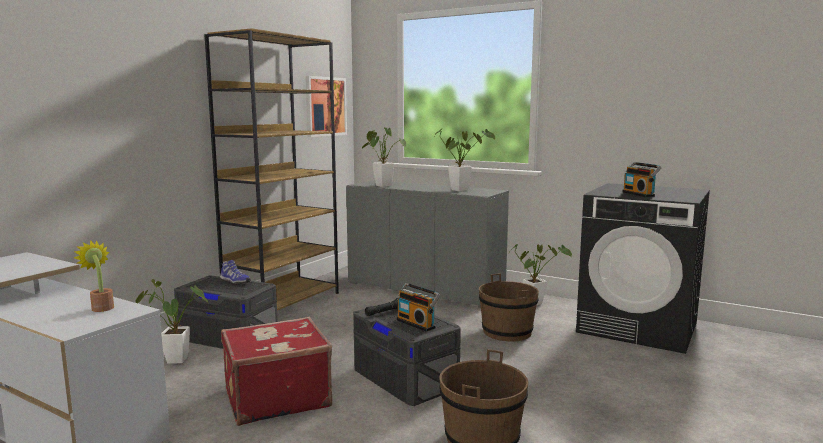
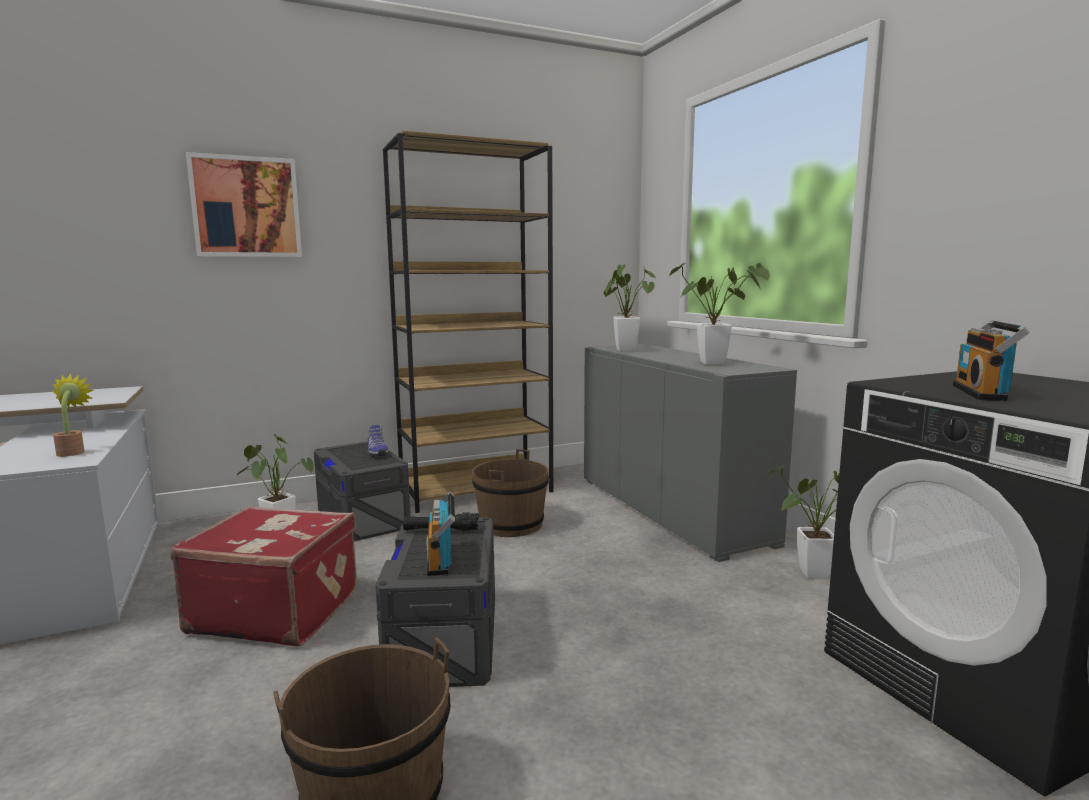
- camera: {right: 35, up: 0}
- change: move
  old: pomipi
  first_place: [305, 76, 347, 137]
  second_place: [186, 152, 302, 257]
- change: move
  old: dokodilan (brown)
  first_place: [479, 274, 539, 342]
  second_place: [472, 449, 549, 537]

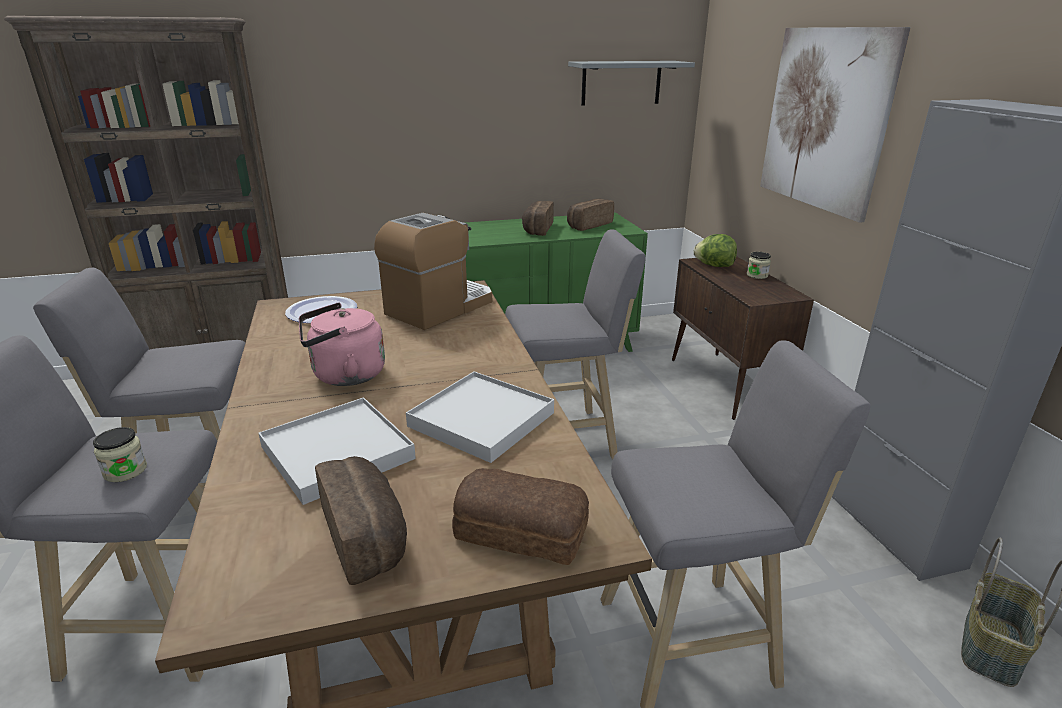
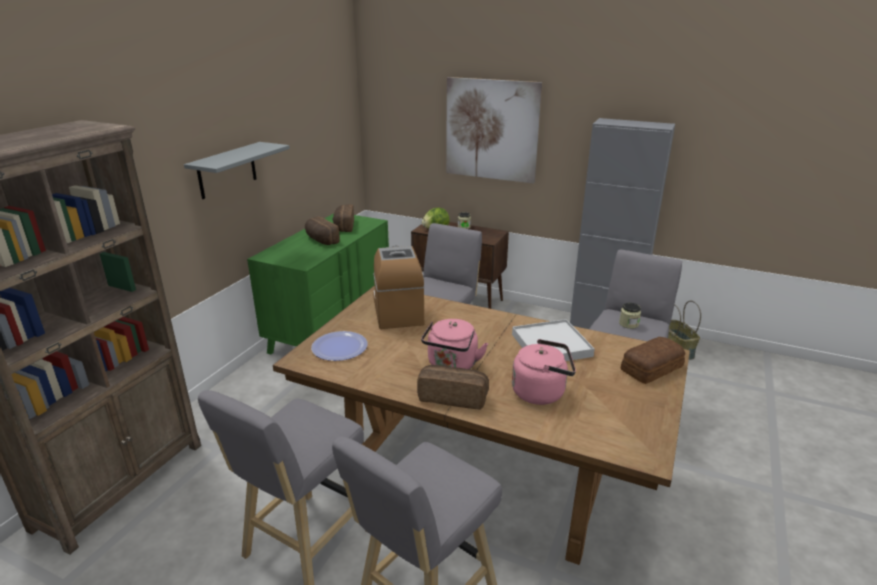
- camera: {right: -50, up: 0}
- change: move
  old: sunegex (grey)
  first_place: [568, 61, 695, 106]
  second_place: [184, 142, 290, 199]
- change: replace
  old: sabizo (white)
  new: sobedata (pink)
  first_place: [258, 397, 416, 505]
  second_place: [512, 339, 576, 405]
- change: move
  old: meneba
  first_place: [93, 427, 147, 482]
  second_place: [619, 303, 641, 329]
- change: move
  old: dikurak
  first_place: [315, 456, 407, 585]
  second_place: [417, 365, 489, 410]

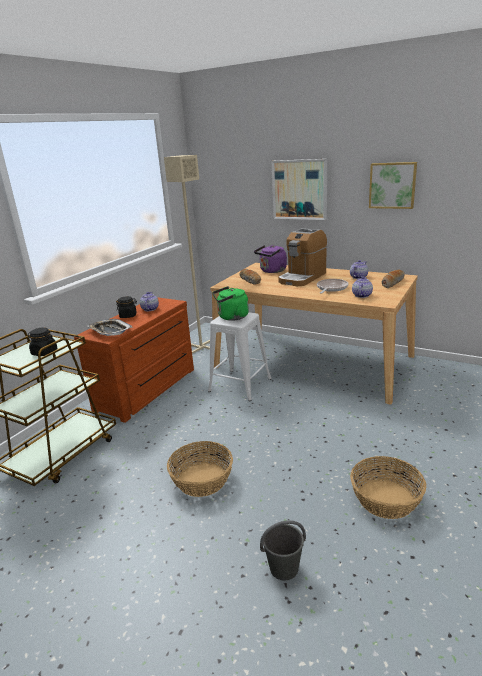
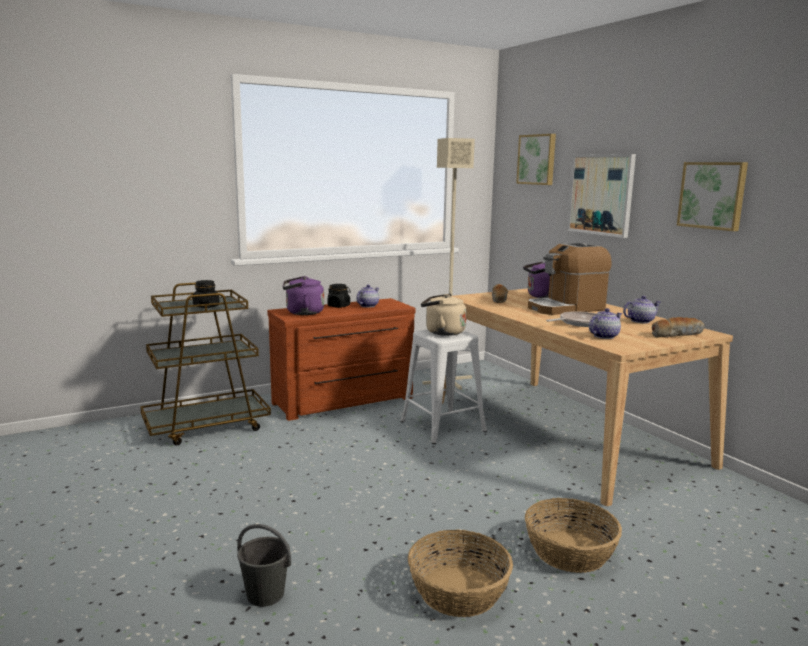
- camera: {right: 30, up: -10}
- change: recolor
  old: sobedata (green)
  new: sobedata (beige)
  first_place: [212, 286, 249, 321]
  second_place: [421, 294, 466, 336]
- change: replace
  old: sabizo
  new: sobedata (purple)
  first_place: [88, 319, 133, 336]
  second_place: [283, 276, 324, 315]
- change: move
  old: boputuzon
  first_place: [167, 441, 233, 497]
  second_place: [525, 498, 622, 573]
- change: insert
  new: pomipi
  second_place: [516, 134, 556, 185]

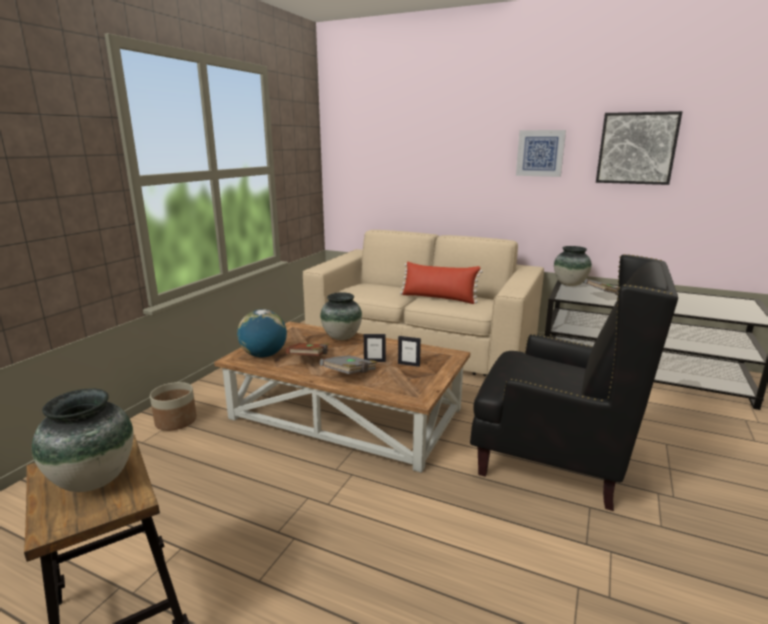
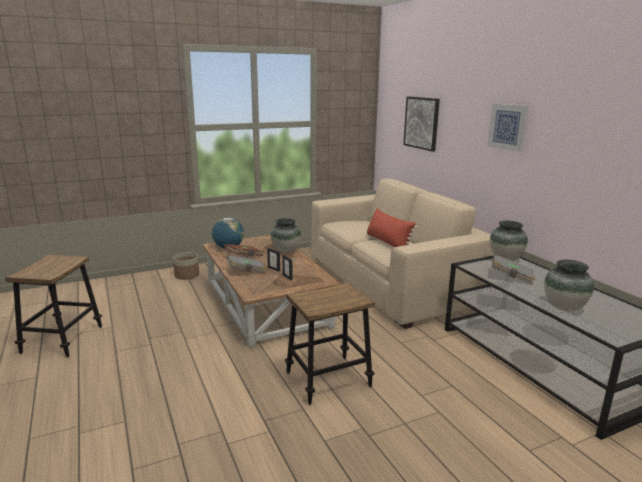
- camera: {right: 40, up: 0}
- change: move
  old: pomipi
  first_place: [596, 111, 682, 185]
  second_place: [403, 97, 440, 152]
- change: replace
  old: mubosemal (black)
  new: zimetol
  first_place: [470, 254, 678, 511]
  second_place: [285, 282, 375, 405]
- change: move
  old: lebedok
  first_place: [32, 388, 133, 492]
  second_place: [544, 260, 594, 311]

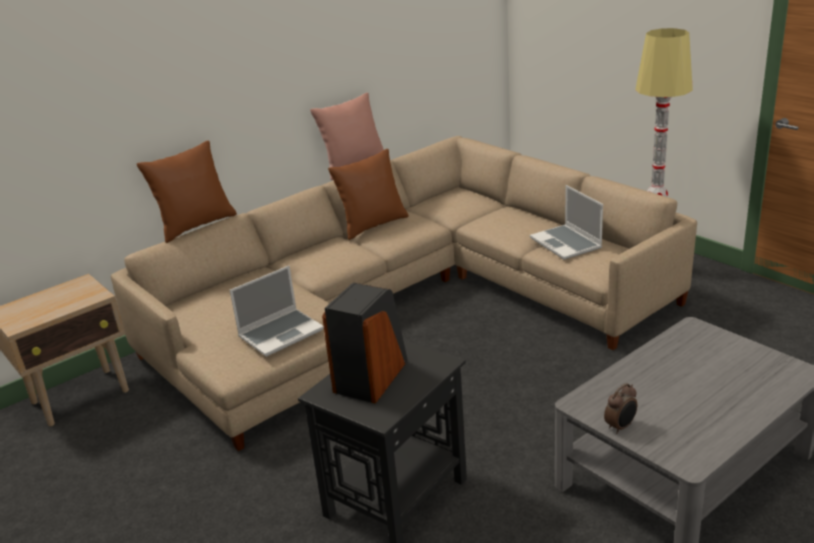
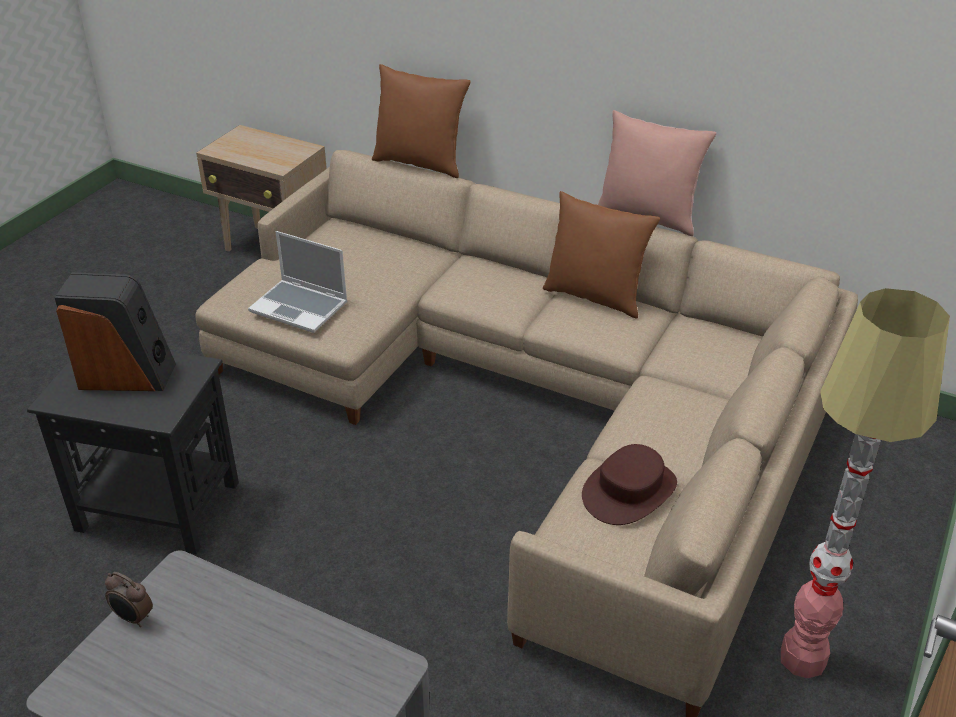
- camera: {right: 65, up: 10}
- change: replace
  old: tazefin
  new: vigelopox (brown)
  first_place: [530, 185, 603, 260]
  second_place: [582, 444, 677, 525]

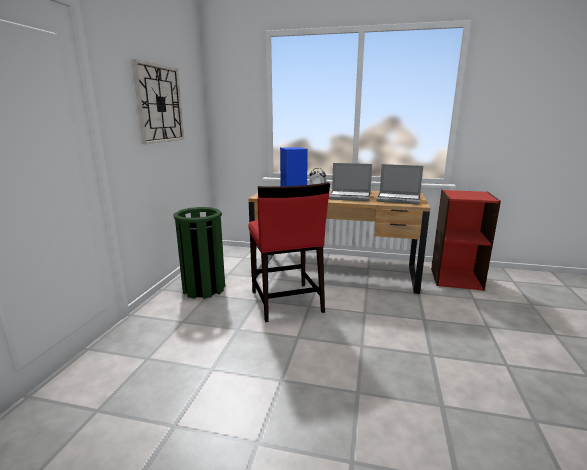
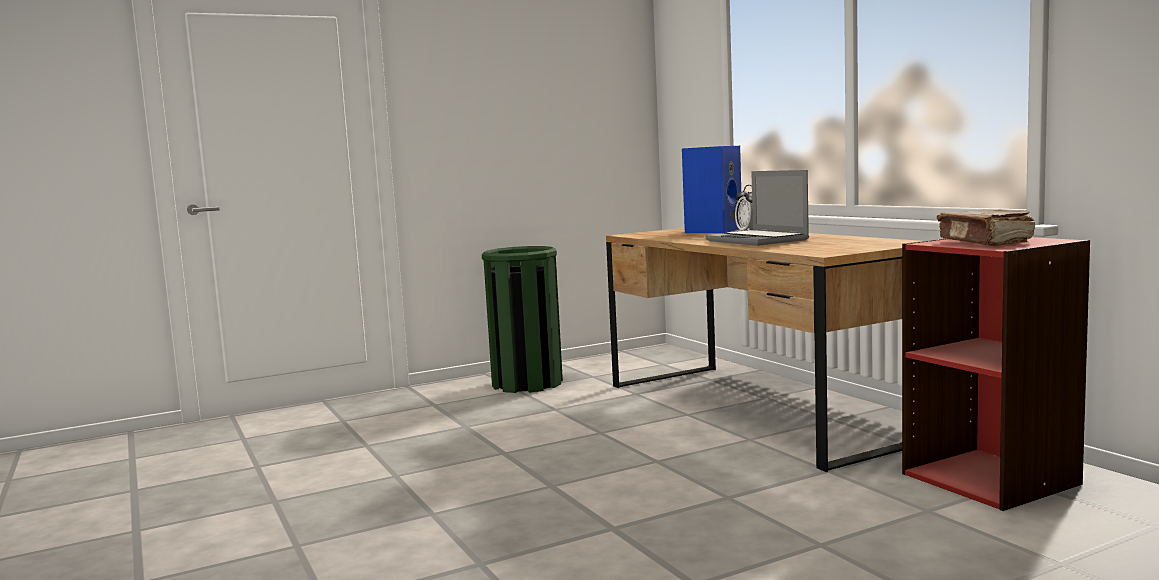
- camera: {right: 50, up: -10}
- change: delete
  old: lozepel
  first_place: [132, 59, 184, 144]
- change: delete
  old: tazefin
  first_place: [376, 164, 423, 205]
- change: delete
  old: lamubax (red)
  first_place: [248, 182, 330, 322]
- change: insert
  new: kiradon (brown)
  second_place: [937, 210, 1035, 246]

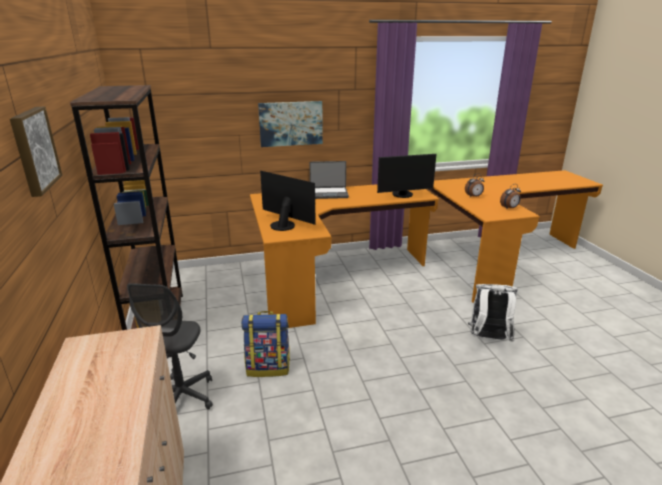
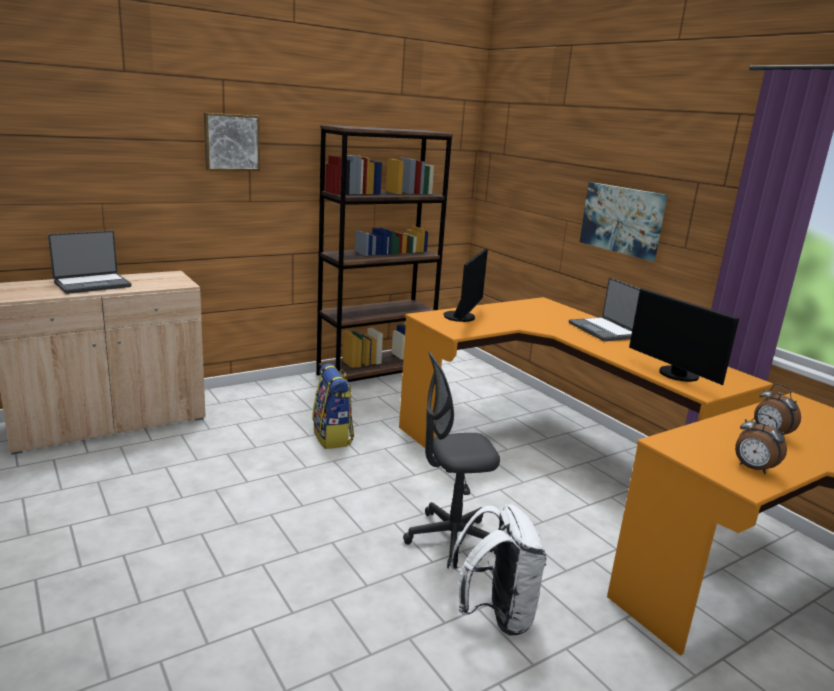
- camera: {right: 70, up: -5}
- change: move
  old: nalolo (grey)
  first_place: [127, 283, 213, 410]
  second_place: [403, 351, 500, 569]
- change: insert
  new: tazefin
  second_place: [48, 230, 131, 294]

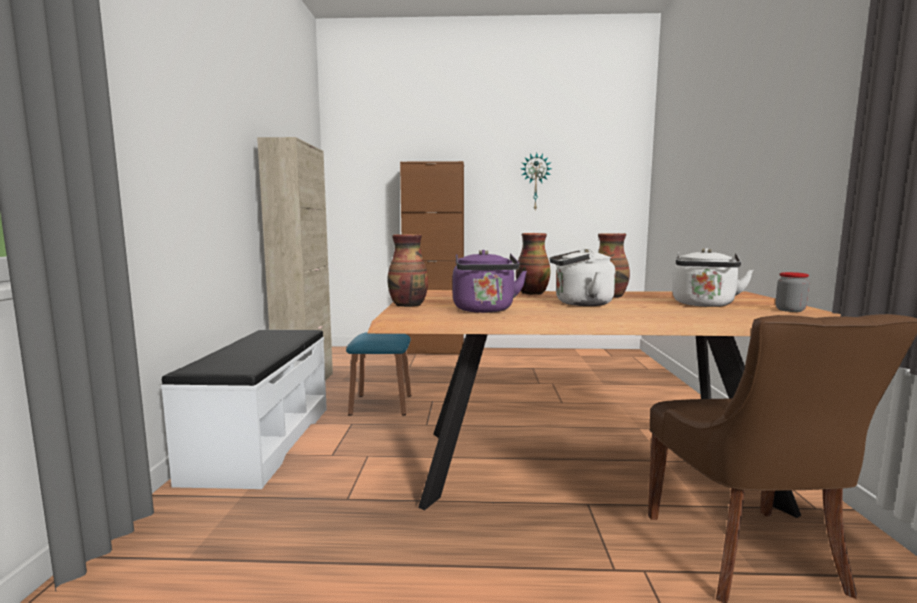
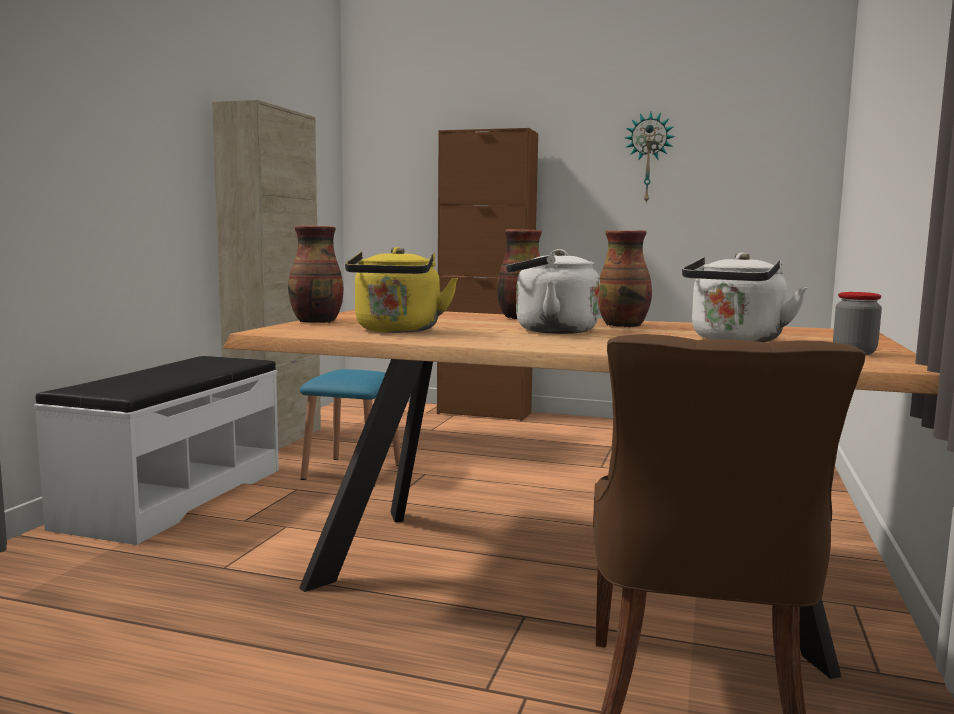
- camera: {right: 15, up: 0}
- change: recolor
  old: sobedata (purple)
  new: sobedata (yellow)
  first_place: [453, 250, 527, 313]
  second_place: [345, 247, 458, 333]

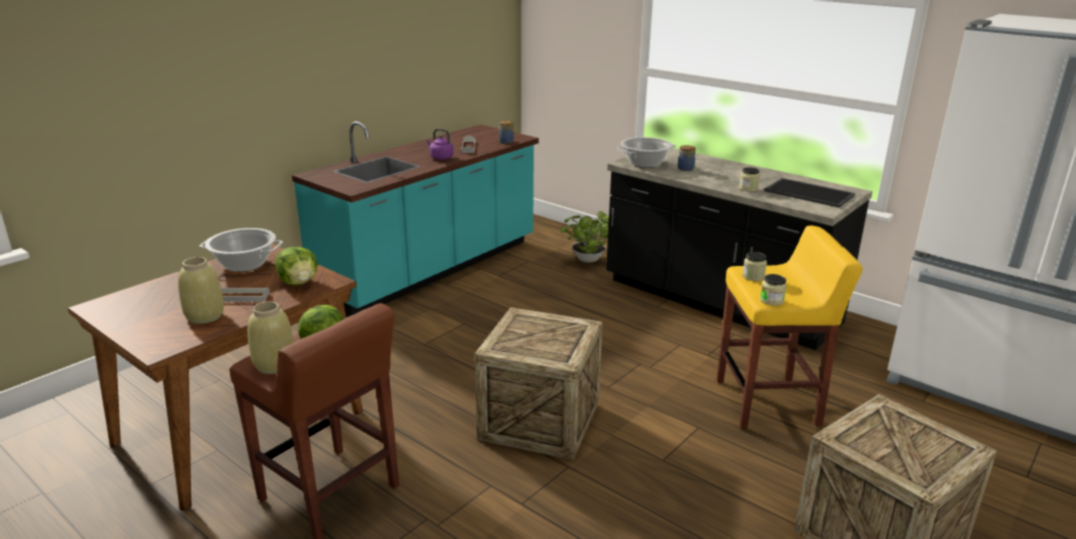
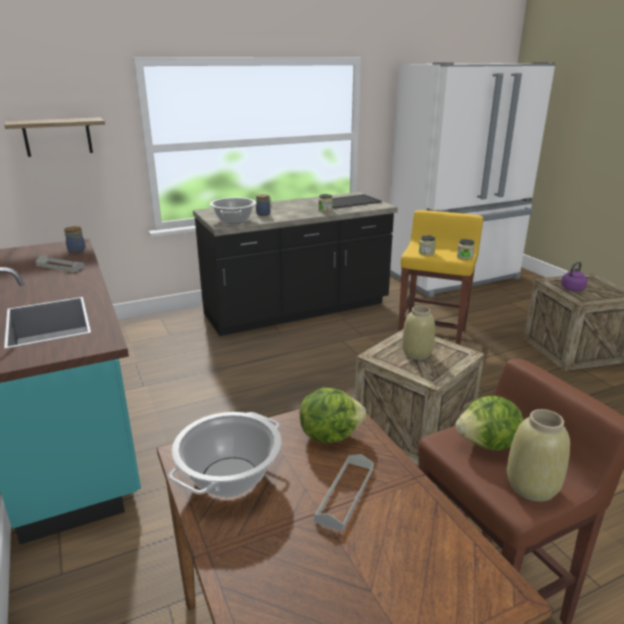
- camera: {right: -65, up: 0}
- change: move
  old: sobedata (purple)
  first_place: [426, 129, 454, 160]
  second_place: [561, 262, 587, 292]
- change: delete
  old: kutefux
  first_place: [560, 211, 609, 263]
- change: move
  old: lebedok (beige)
  first_place: [178, 257, 224, 324]
  second_place: [402, 306, 435, 360]
- change: insert
  new: sunegex
  second_place: [4, 117, 105, 157]

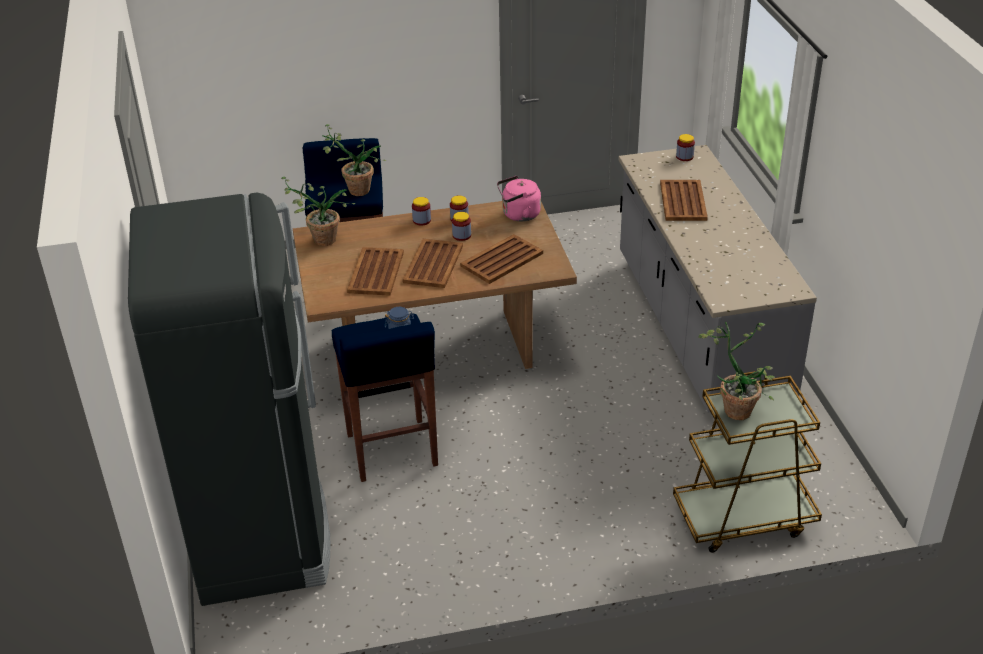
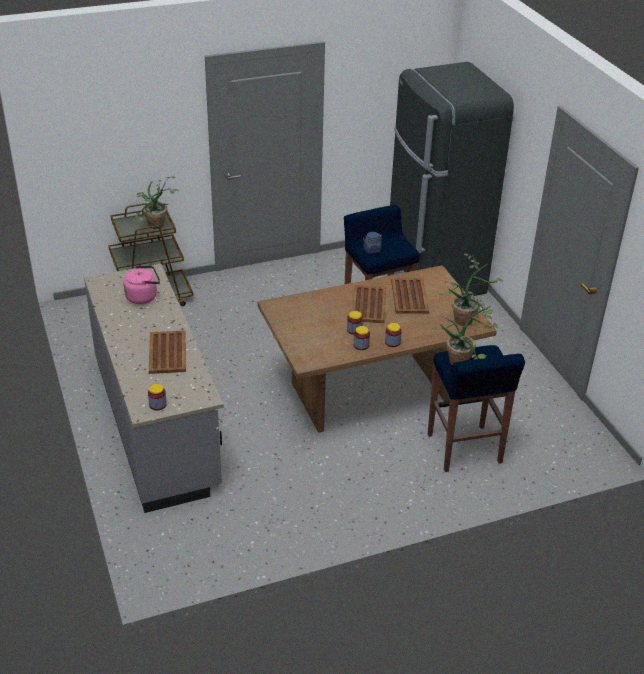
- camera: {right: 170, up: 0}
- change: move
  old: sobedata (pink)
  first_place: [497, 176, 541, 221]
  second_place: [124, 266, 160, 304]
- change: delete
  old: sabizo (brown)
  first_place: [460, 234, 543, 284]

